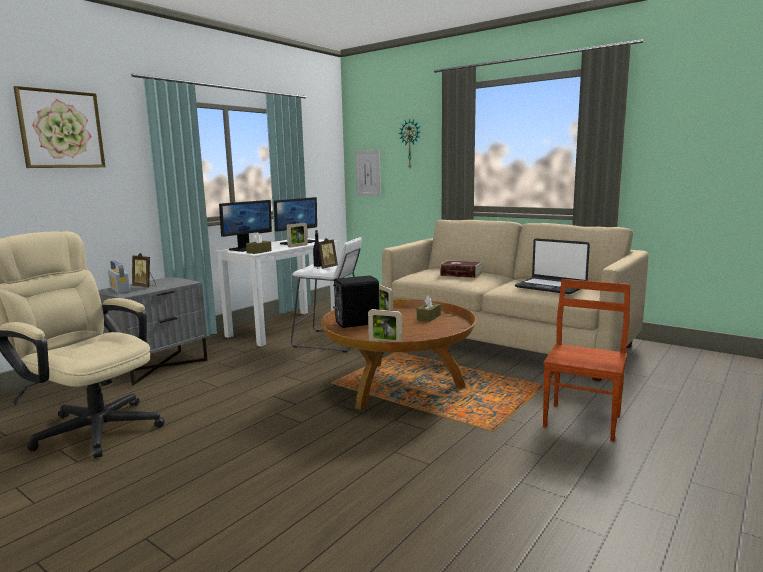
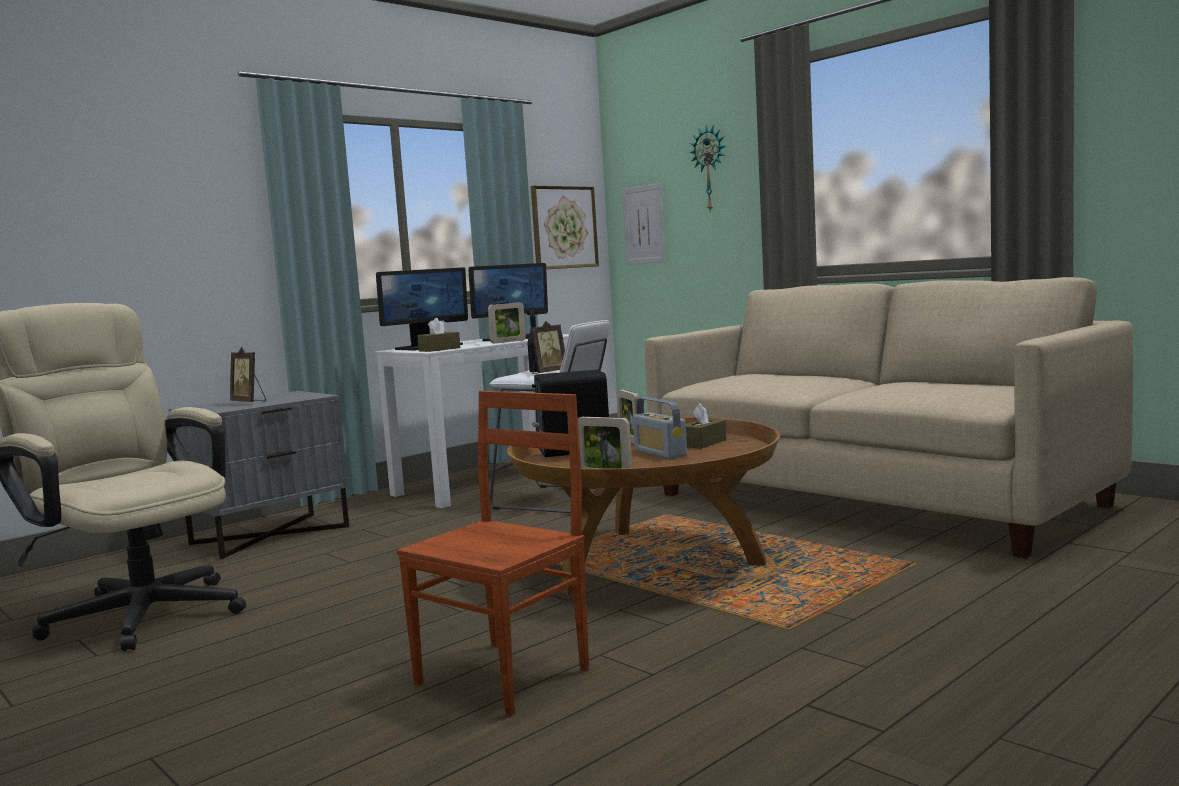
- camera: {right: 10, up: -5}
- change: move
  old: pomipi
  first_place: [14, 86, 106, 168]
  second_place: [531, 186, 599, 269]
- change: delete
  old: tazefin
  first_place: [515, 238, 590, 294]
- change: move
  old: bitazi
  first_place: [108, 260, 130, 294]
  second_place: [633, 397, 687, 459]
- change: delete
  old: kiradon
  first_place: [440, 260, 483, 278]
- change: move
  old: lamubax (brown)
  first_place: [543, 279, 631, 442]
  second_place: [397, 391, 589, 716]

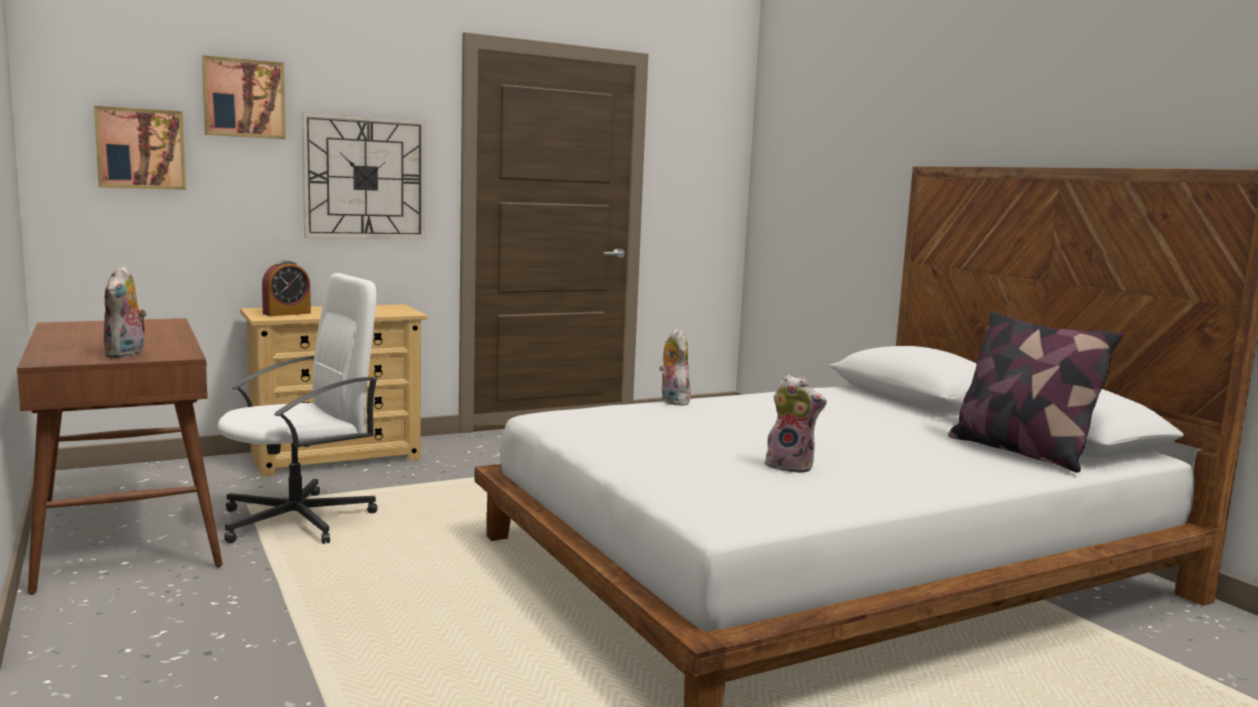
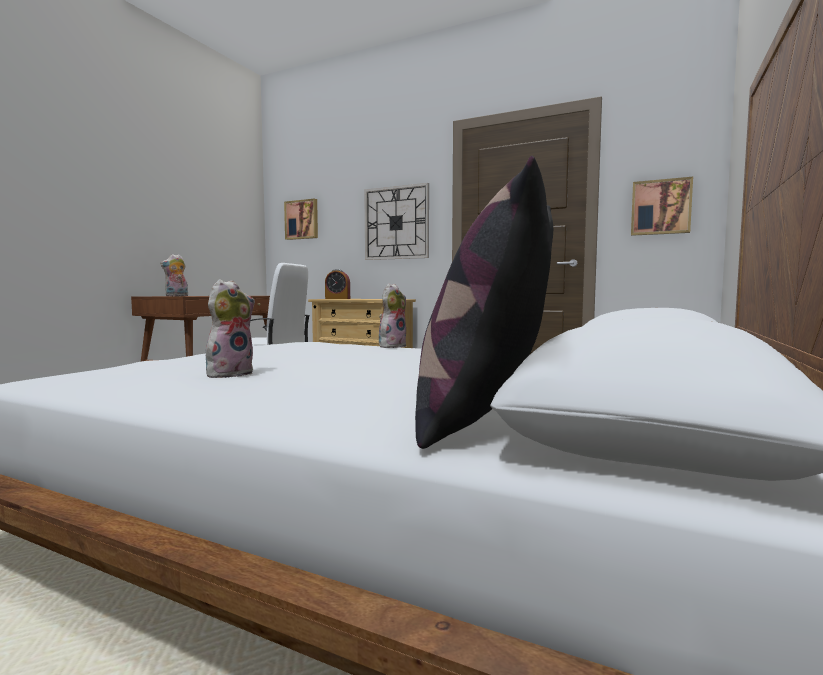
- camera: {right: 55, up: -5}
- change: move
  old: pomipi
  first_place: [202, 55, 286, 139]
  second_place: [631, 177, 693, 236]
- change: rotate
  old: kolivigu
  first_place: [763, 375, 827, 473]
  second_place: [206, 279, 255, 378]
  degrees: -135

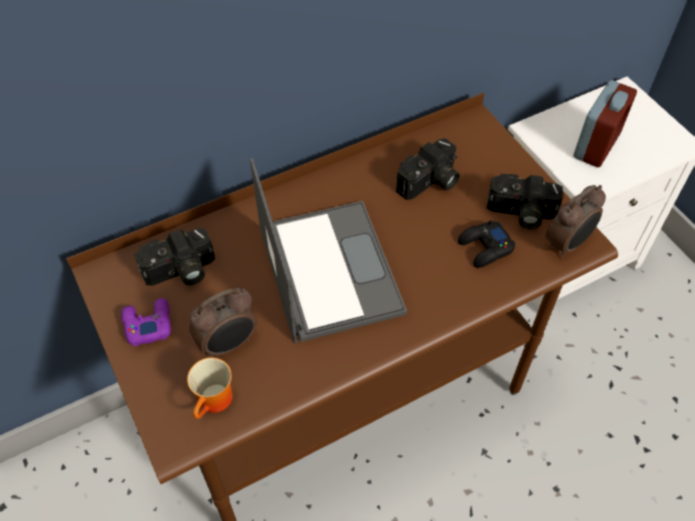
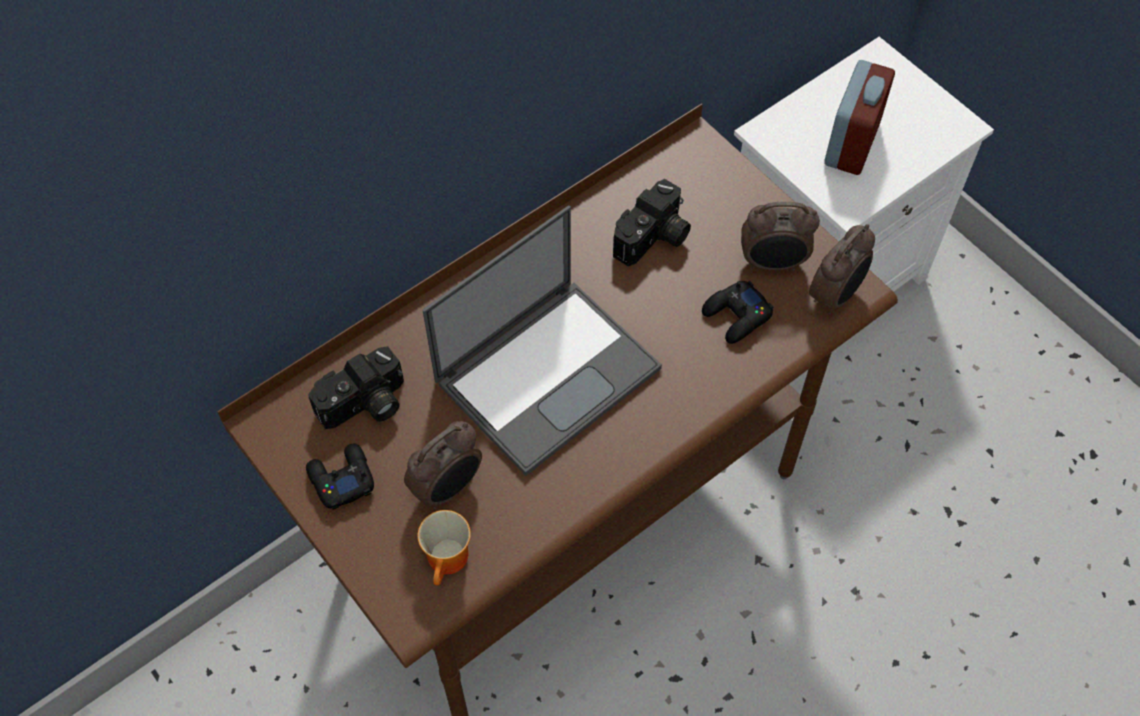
- camera: {right: -10, up: 5}
- change: rotate
  old: tazefin
  first_place: [250, 158, 407, 343]
  second_place: [422, 205, 662, 476]
  degrees: 75
- change: replace
  old: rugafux
  new: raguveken
  first_place: [487, 174, 563, 229]
  second_place: [741, 202, 820, 271]
- change: recolor
  old: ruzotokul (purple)
  new: ruzotokul (black)
  first_place: [121, 298, 171, 347]
  second_place: [306, 443, 374, 510]

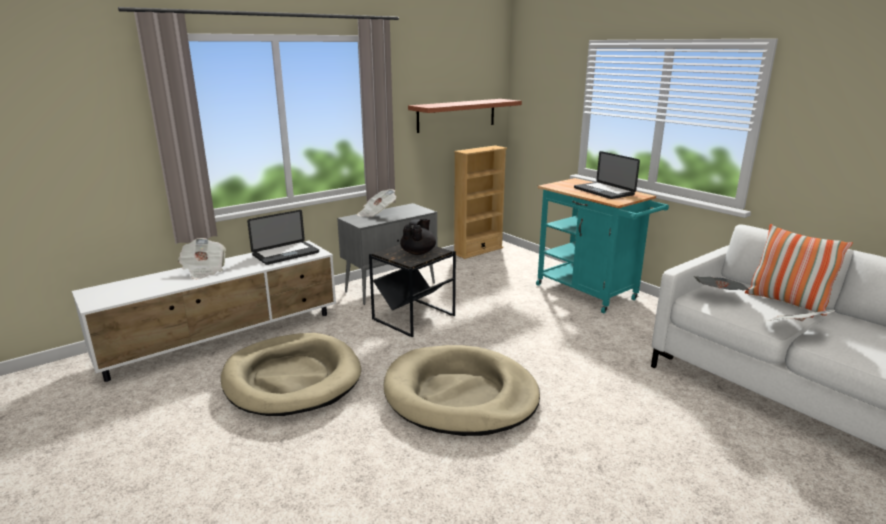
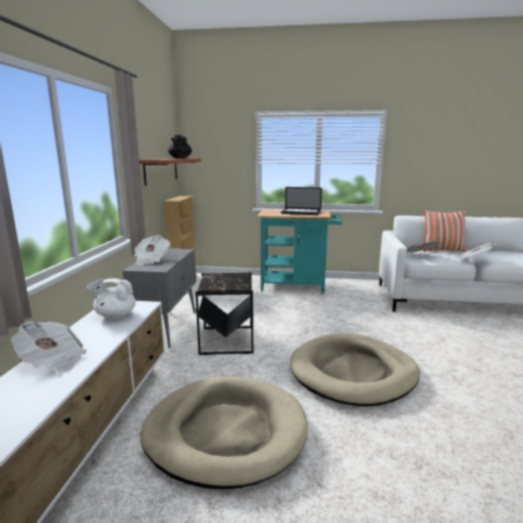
- camera: {right: -45, up: -5}
- change: replace
  old: tazefin
  new: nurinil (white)
  first_place: [247, 210, 319, 265]
  second_place: [87, 278, 136, 319]
- change: move
  old: nurinil (black)
  first_place: [400, 219, 436, 255]
  second_place: [168, 135, 192, 159]

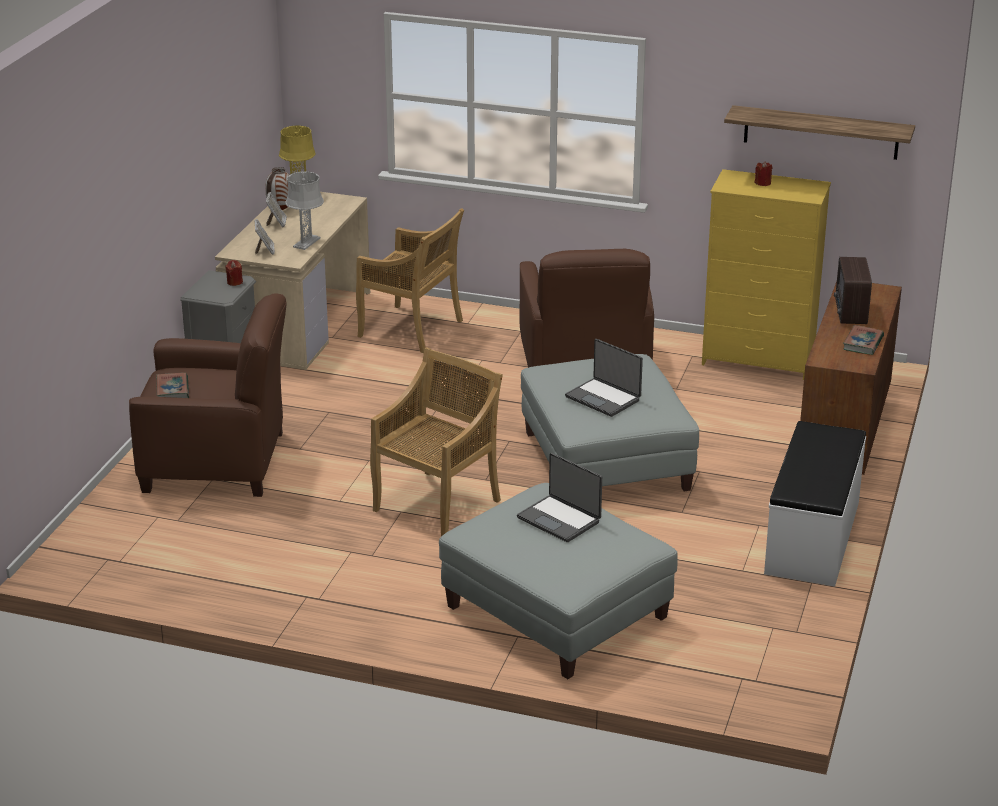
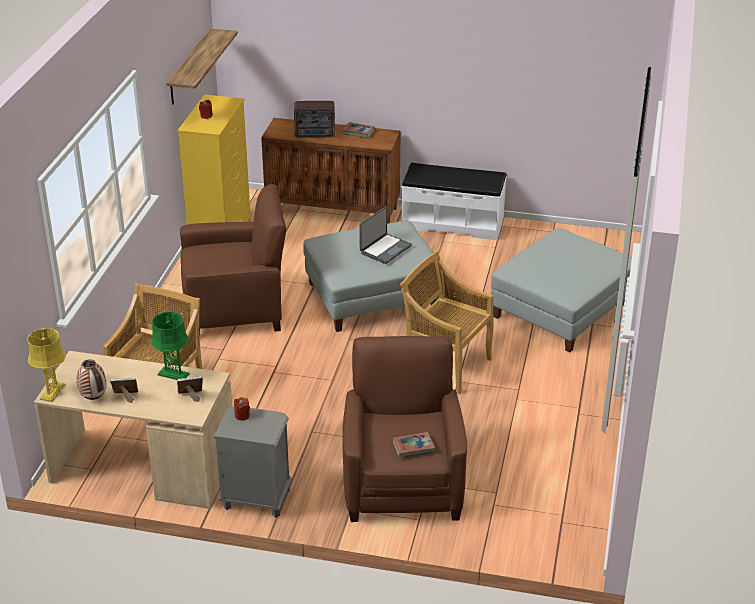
- camera: {right: -95, up: 5}
- change: recolor
  old: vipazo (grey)
  new: vipazo (green)
  first_place: [285, 171, 324, 250]
  second_place: [151, 312, 189, 380]
- change: delete
  old: tazefin
  first_place: [517, 453, 602, 542]

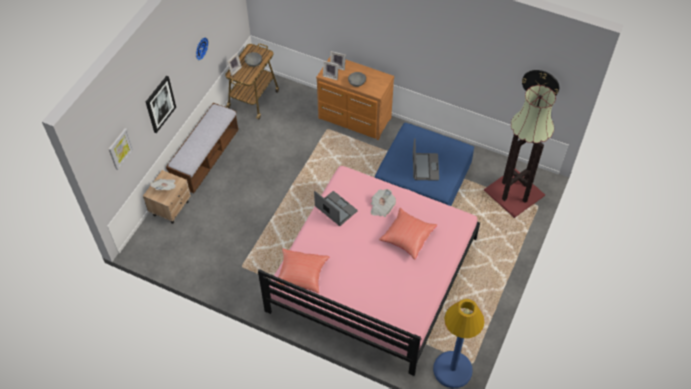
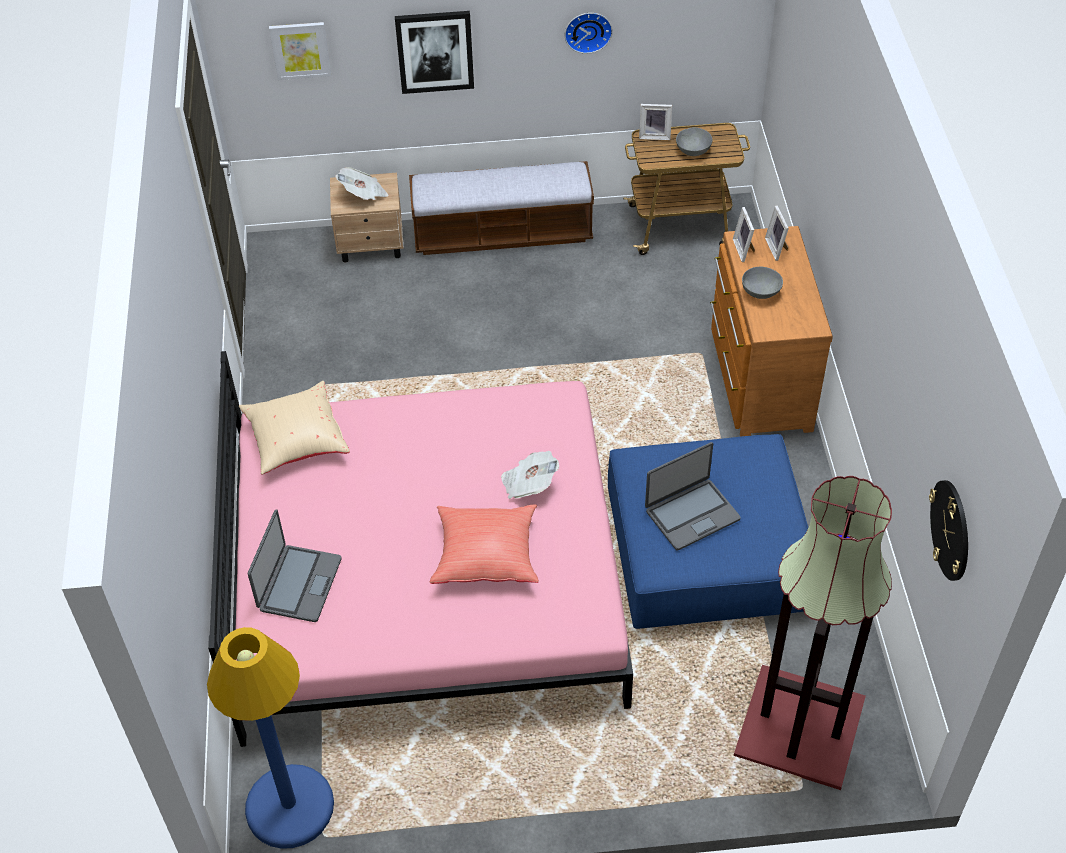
- camera: {right: 60, up: -5}
- change: move
  old: tazefin
  first_place: [314, 191, 357, 226]
  second_place: [248, 509, 342, 622]
- change: recolor
  old: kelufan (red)
  new: kelufan (beige)
  first_place: [276, 248, 329, 293]
  second_place: [239, 381, 350, 475]

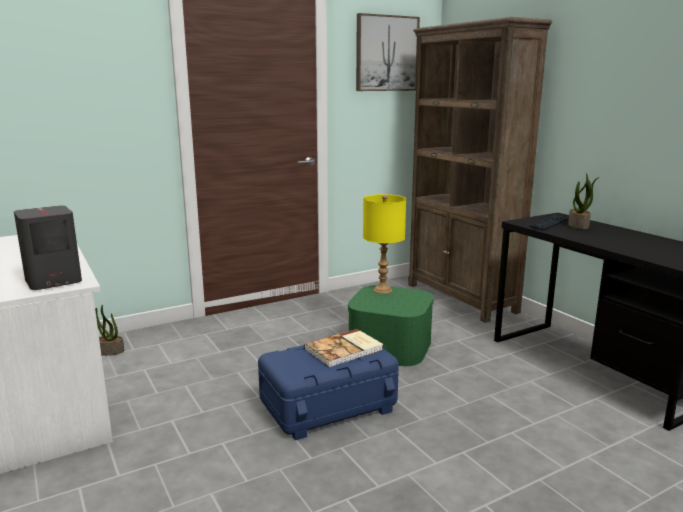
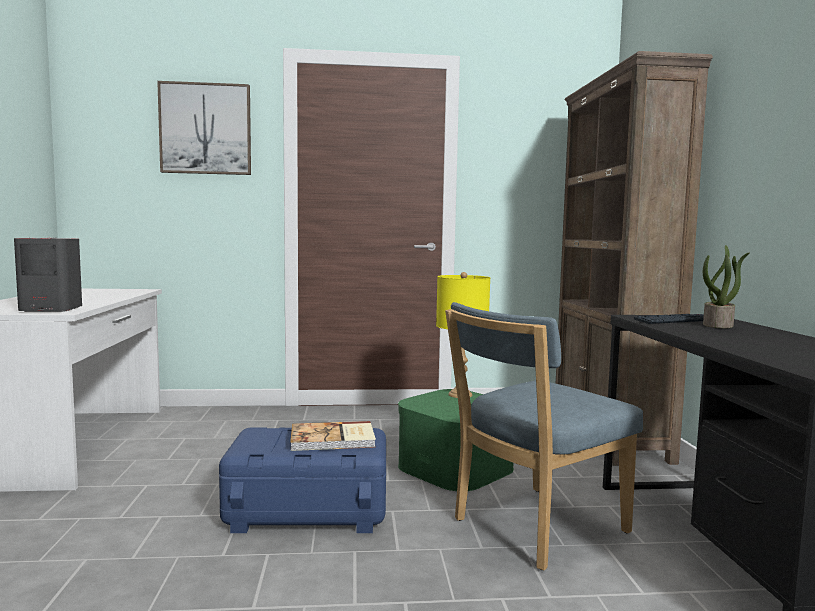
- camera: {right: 25, up: -10}
- change: move
  old: pomipi
  first_place: [356, 13, 420, 91]
  second_place: [157, 81, 251, 175]
- change: delete
  old: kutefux
  first_place: [95, 305, 124, 356]
- change: insert
  new: lamubax (blue)
  second_place: [445, 302, 643, 571]

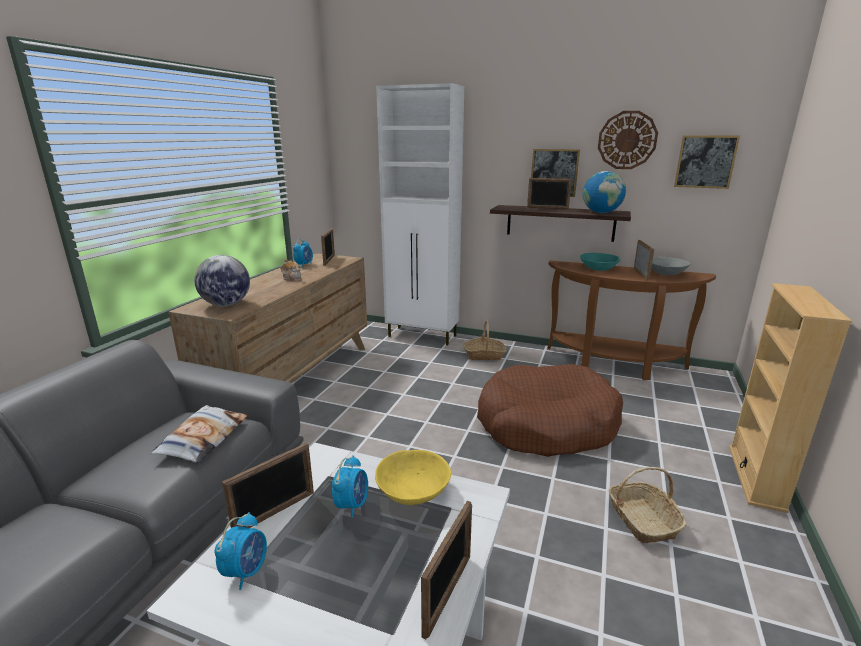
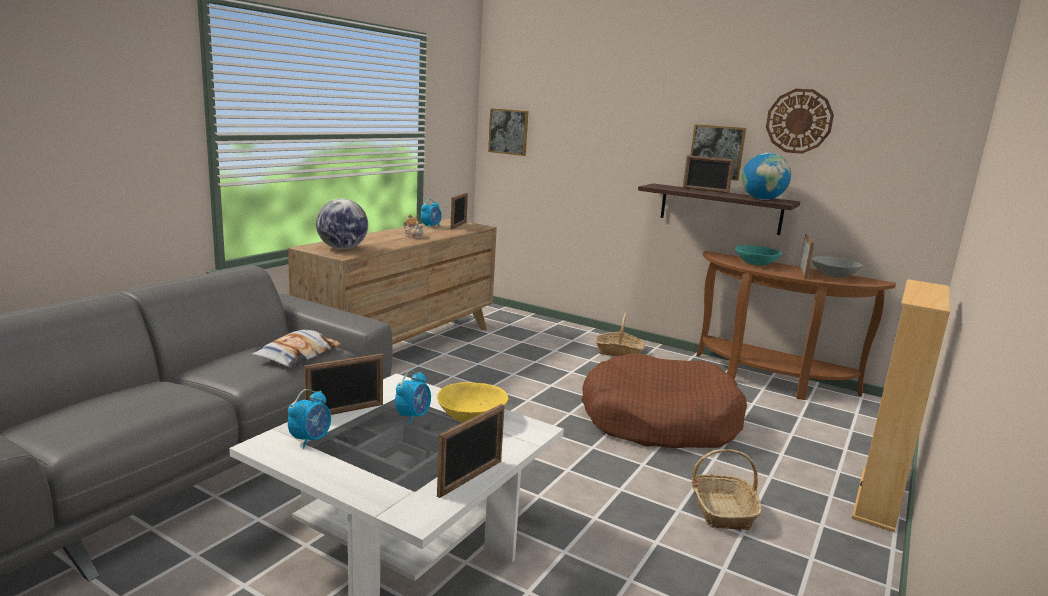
- camera: {right: 10, up: -5}
- change: delete
  old: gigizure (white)
  first_place: [376, 83, 464, 345]
- change: move
  old: pomipi
  first_place: [674, 135, 740, 189]
  second_place: [488, 108, 529, 156]

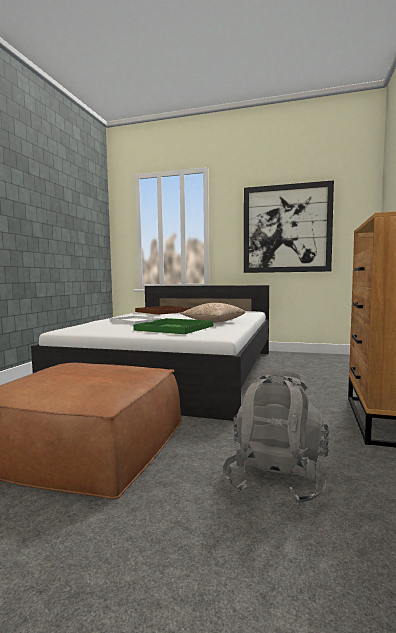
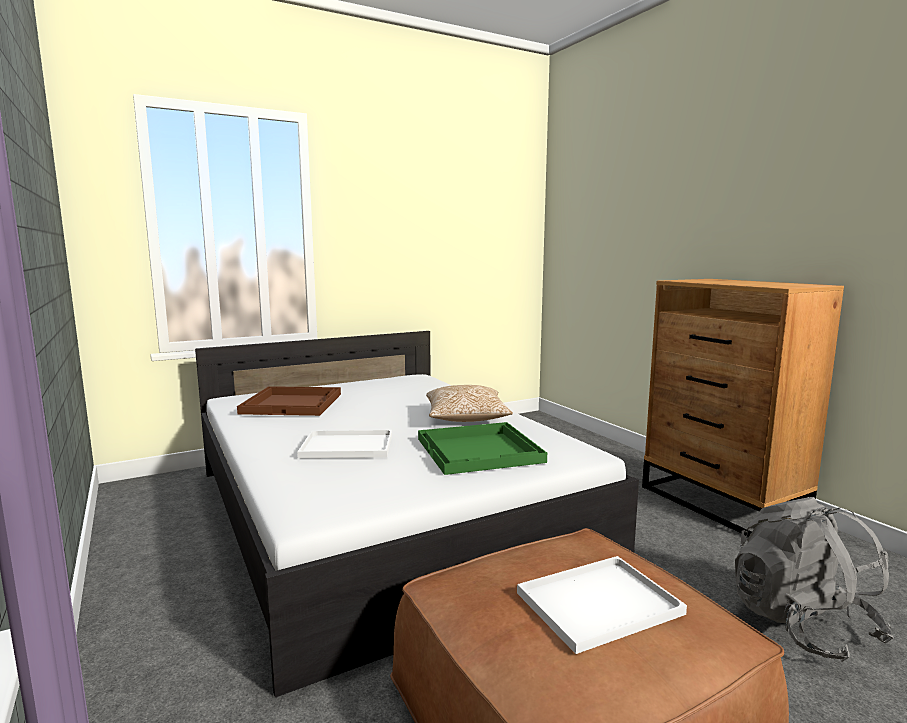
- camera: {right: -45, up: 5}
- change: delete
  old: pomipi
  first_place: [244, 180, 334, 273]
- change: insert
  new: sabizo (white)
  second_place: [517, 556, 687, 654]

